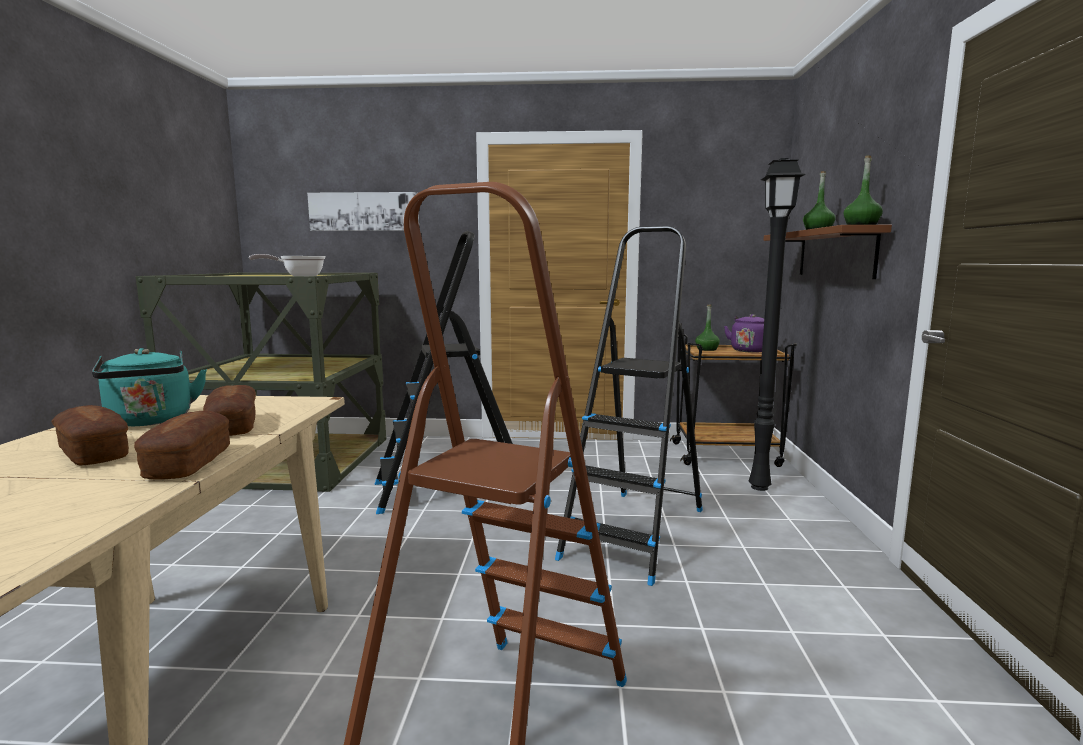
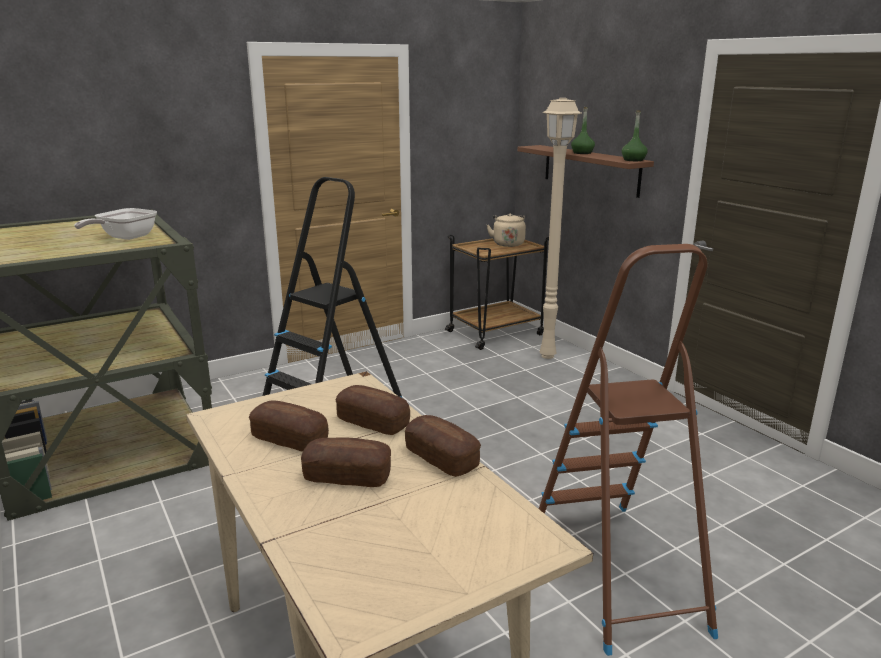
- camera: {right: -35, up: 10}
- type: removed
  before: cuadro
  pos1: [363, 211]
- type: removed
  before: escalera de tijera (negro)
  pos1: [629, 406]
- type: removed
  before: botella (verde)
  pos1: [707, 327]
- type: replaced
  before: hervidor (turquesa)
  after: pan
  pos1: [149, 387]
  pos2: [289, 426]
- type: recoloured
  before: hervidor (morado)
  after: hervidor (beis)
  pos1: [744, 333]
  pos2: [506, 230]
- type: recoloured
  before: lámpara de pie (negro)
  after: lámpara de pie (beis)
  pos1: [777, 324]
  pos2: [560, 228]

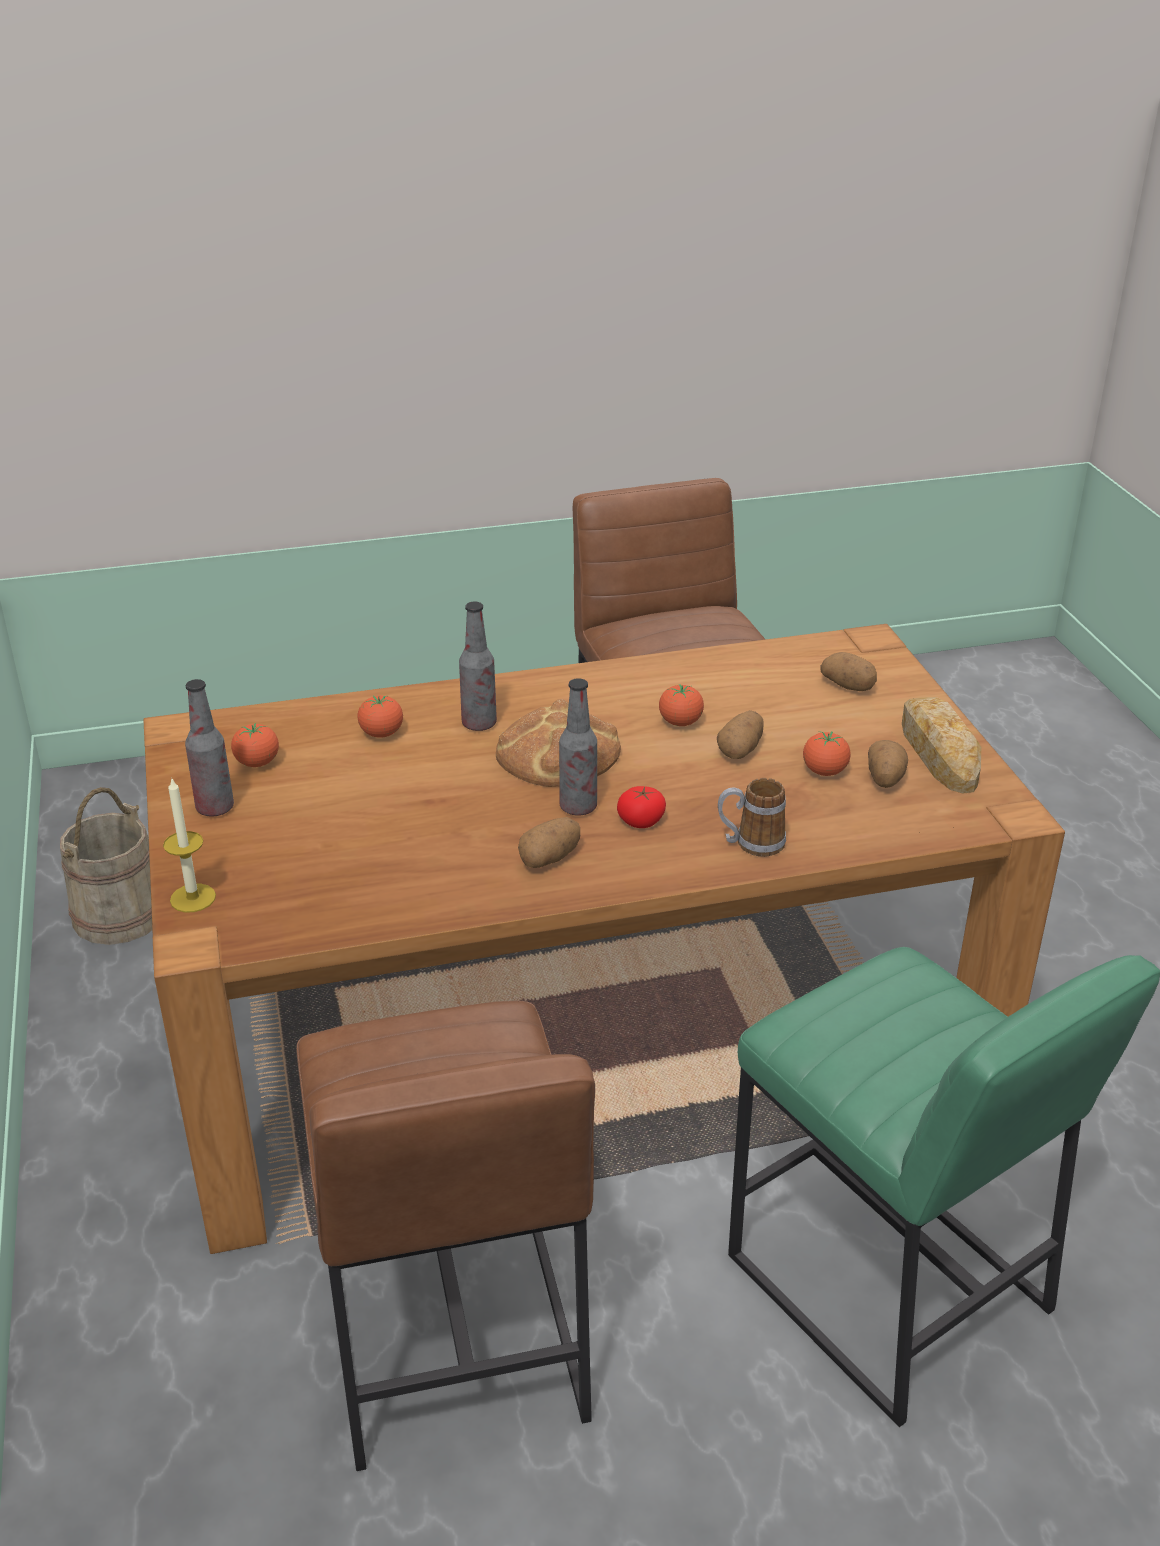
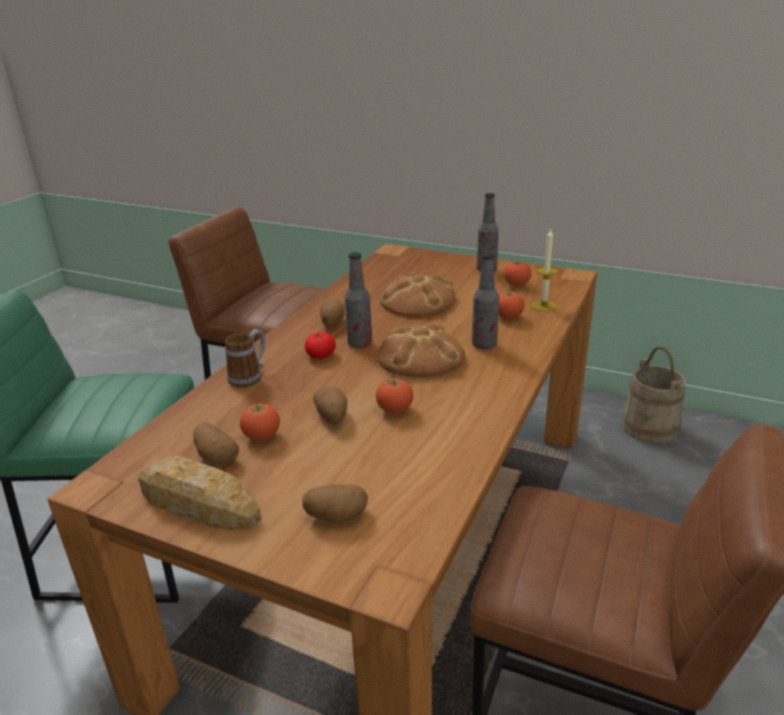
- camera: {right: 130, up: -5}
- type: added
  after: pan
  pos2: [417, 294]
- type: moved
  before: vela
  pos1: [189, 845]
  pos2: [545, 270]

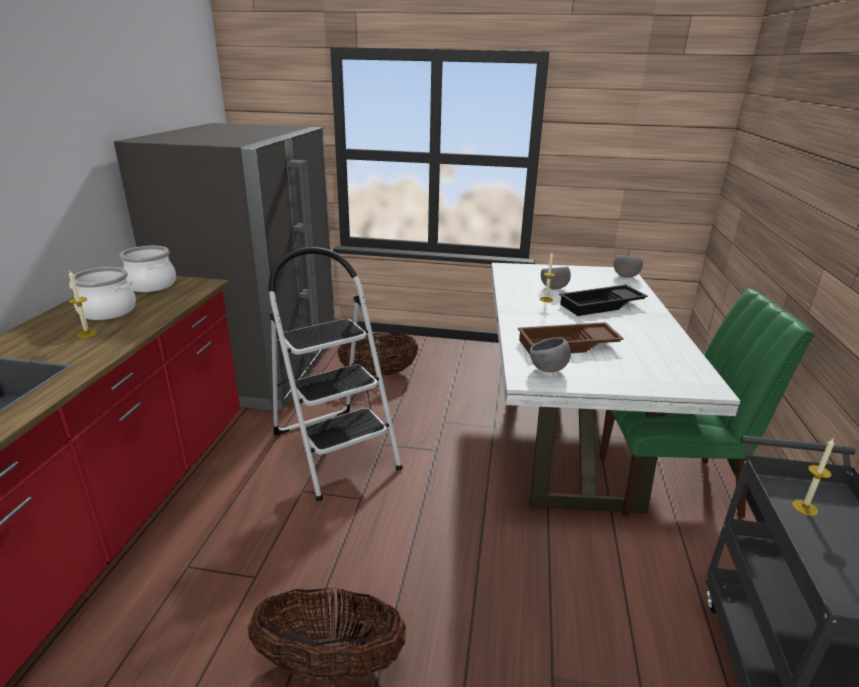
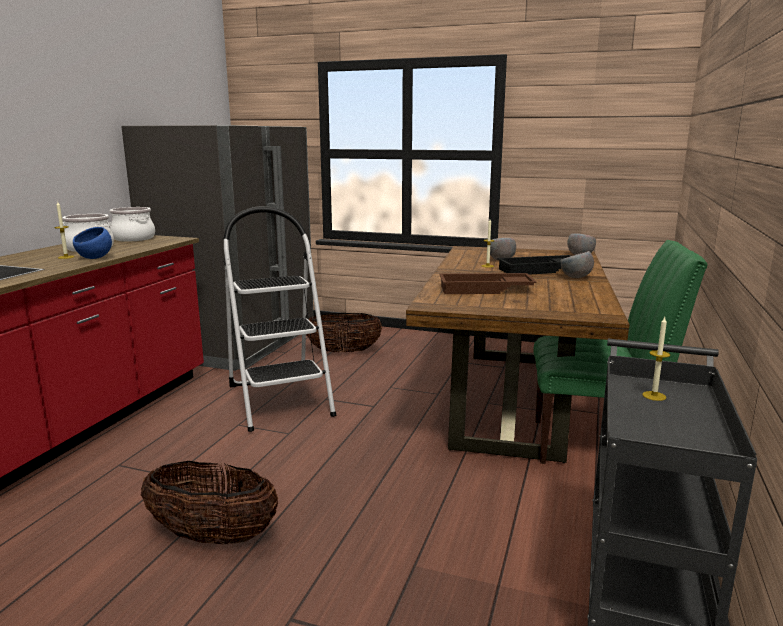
- camera: {right: 10, up: -10}
- type: added
  after: cuenco (azul)
  pos2: [92, 243]
- type: moved
  before: cuenco (gris)
  pos1: [550, 354]
  pos2: [577, 264]
- type: recoloured
  before: mesa de comedor (blanco)
  after: mesa de comedor (marrón)
  pos1: [615, 388]
  pos2: [518, 354]

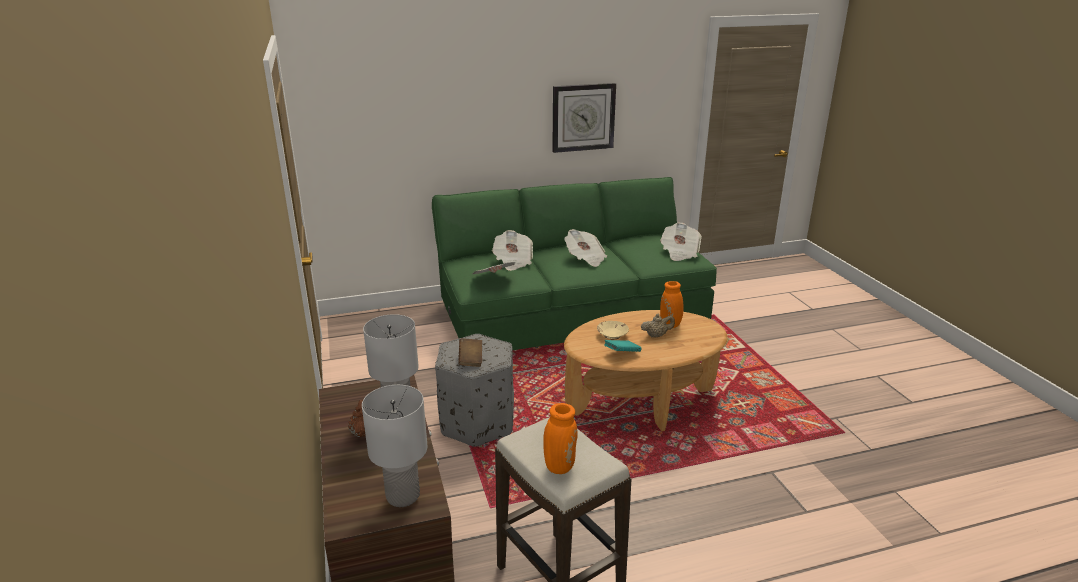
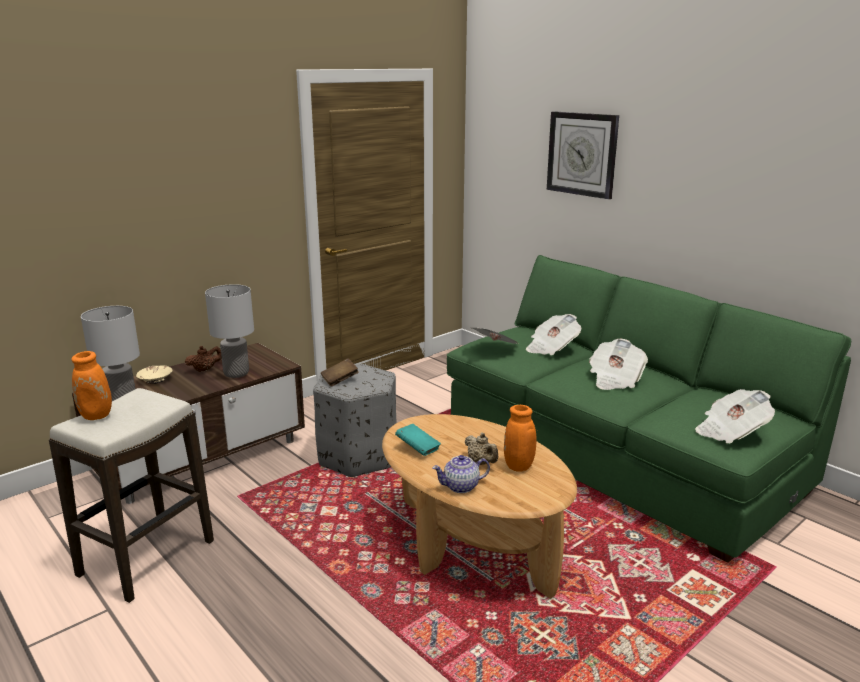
- camera: {right: 65, up: -5}
- type: added
  after: tetera
  pos2: [461, 474]
- type: moved
  before: reloj de pared
  pos1: [584, 118]
  pos2: [583, 155]
- type: moved
  before: cuenco (beis)
  pos1: [613, 330]
  pos2: [154, 374]

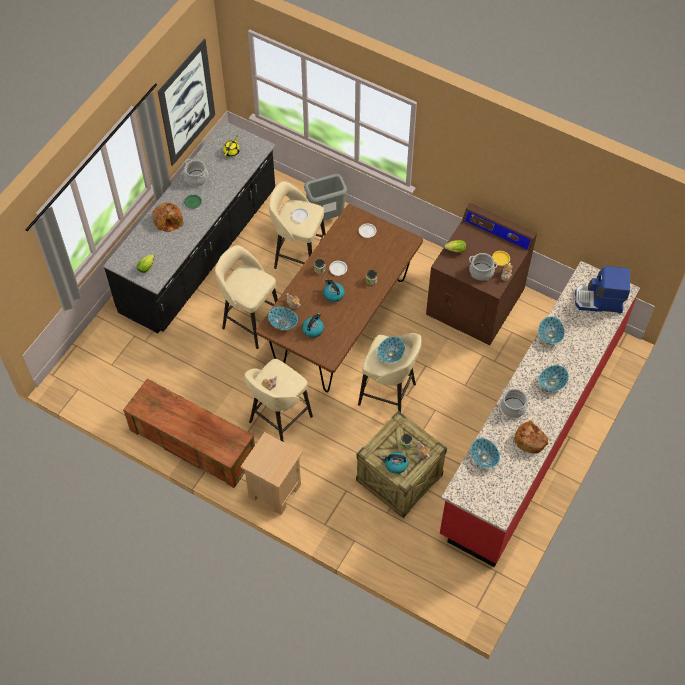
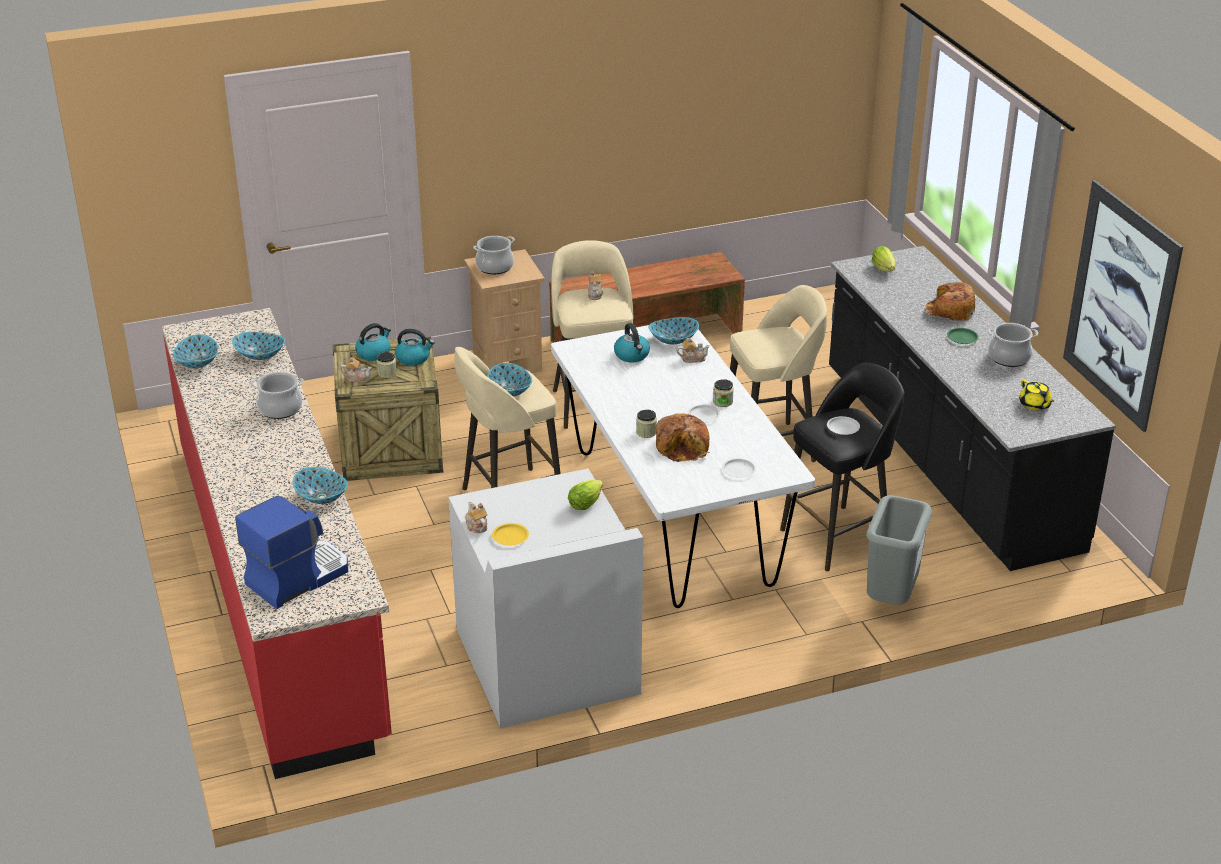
- camera: {right: 130, up: -25}
- type: moved
  before: hervidor
  pos1: [334, 290]
  pos2: [415, 347]
- type: moved
  before: olla
  pos1: [483, 267]
  pos2: [494, 255]
- type: moved
  before: pan
  pos1: [531, 437]
  pos2: [683, 437]
- type: moved
  before: cuenco
  pos1: [554, 378]
  pos2: [195, 351]
- type: recoloured
  before: mesa de comedor (marrón)
  after: mesa de comedor (blanco)
  pos1: [339, 298]
  pos2: [683, 466]
- type: recoloured
  before: taburete (beis)
  after: taburete (negro)
  pos1: [297, 225]
  pos2: [842, 467]
- type: recoloured
  before: lavadora (marrón)
  after: lavadora (blanco)
  pos1: [481, 274]
  pos2: [545, 599]

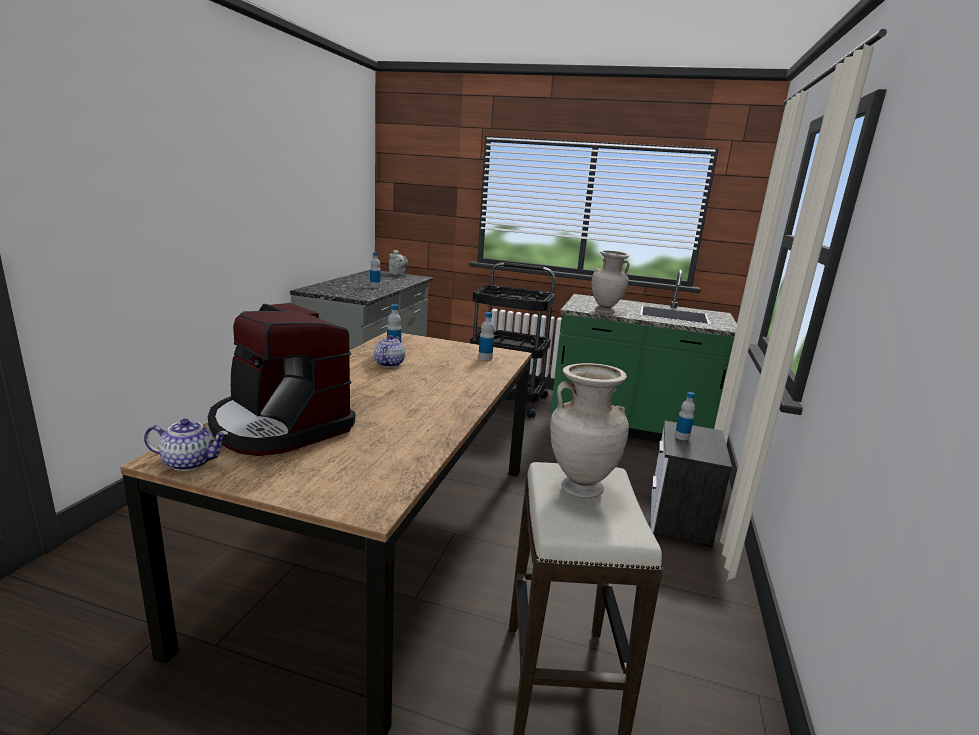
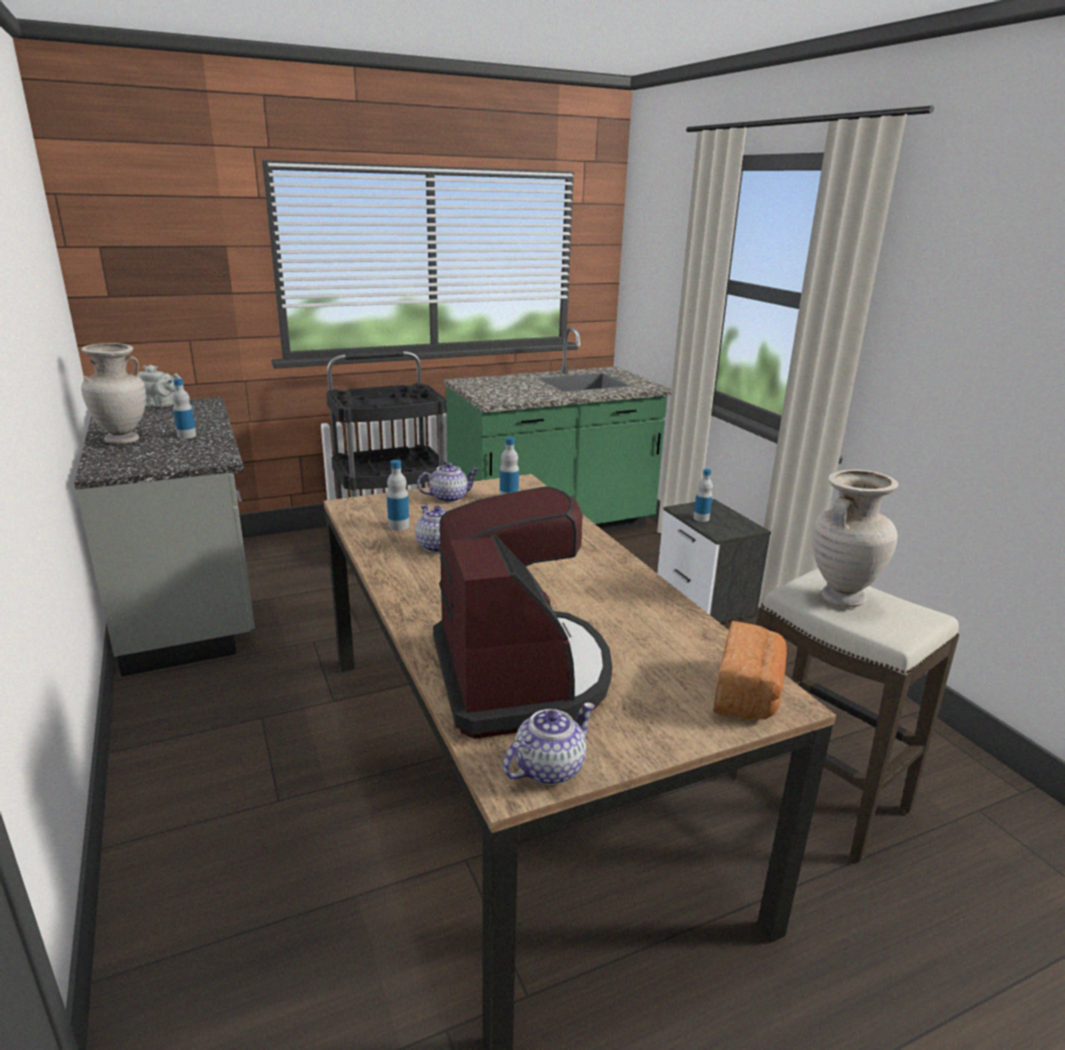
- camera: {right: -40, up: 5}
- type: added
  after: tetera
  pos2: [448, 482]
- type: added
  after: pan
  pos2: [750, 670]
- type: moved
  before: florero (beis)
  pos1: [611, 282]
  pos2: [113, 393]
- type: turned
  before: cafetera
  pos1: [281, 379]
  pos2: [522, 612]
  turn: -105

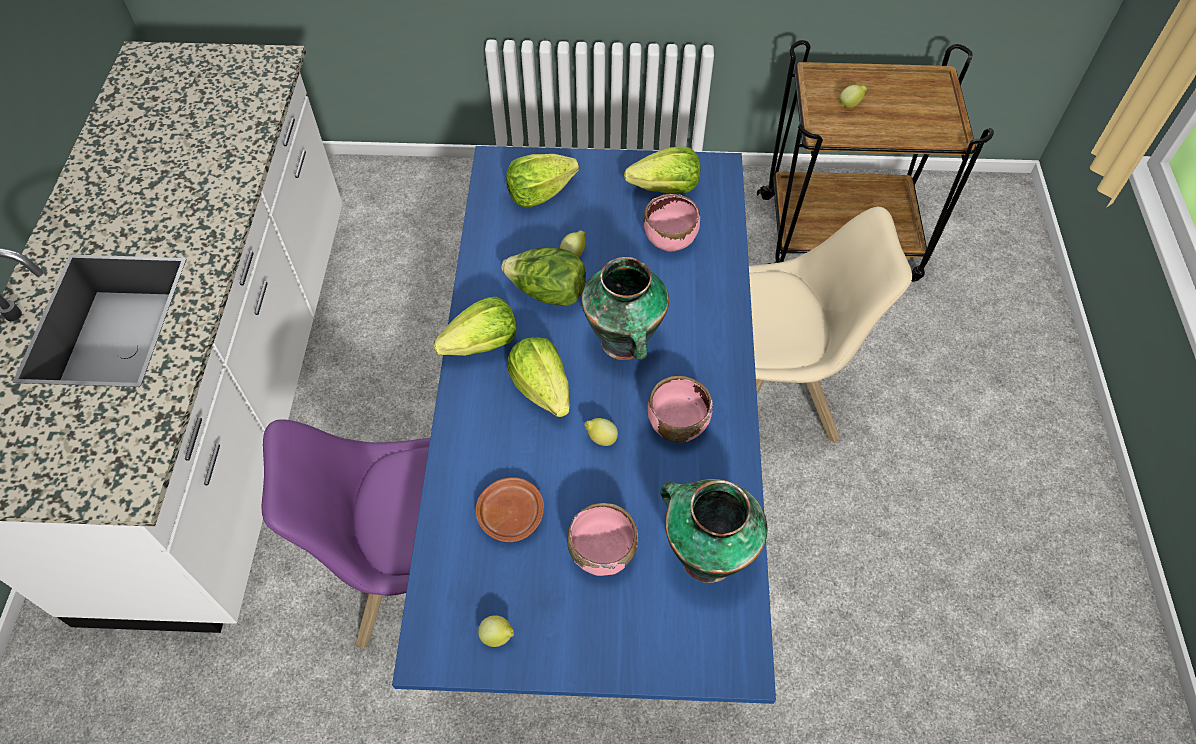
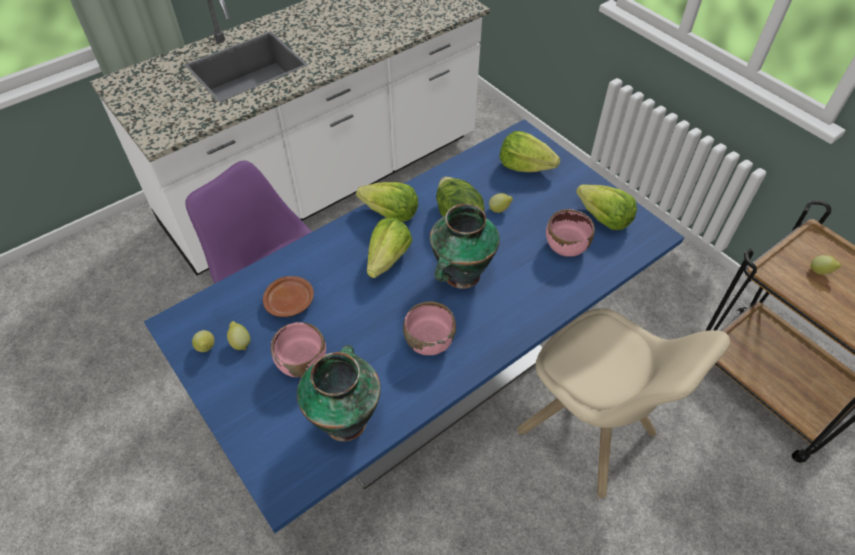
- camera: {right: 50, up: -5}
- type: moved
  before: limón
  pos1: [601, 432]
  pos2: [238, 335]

